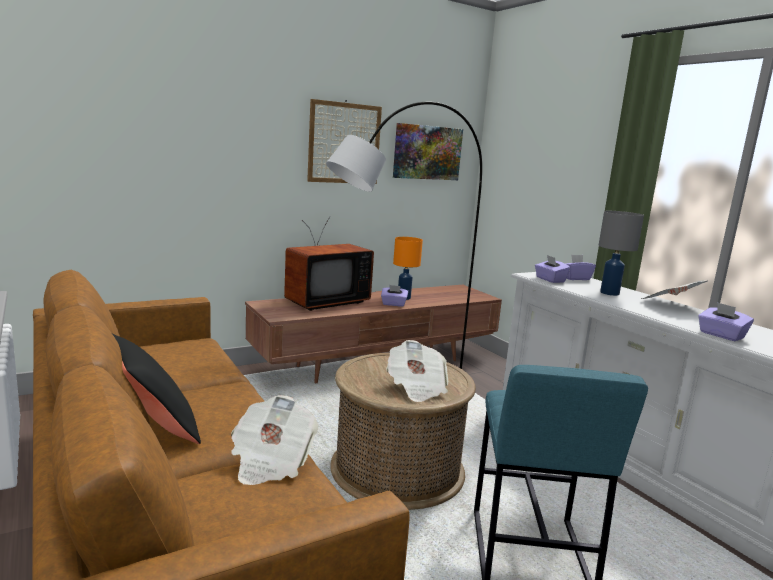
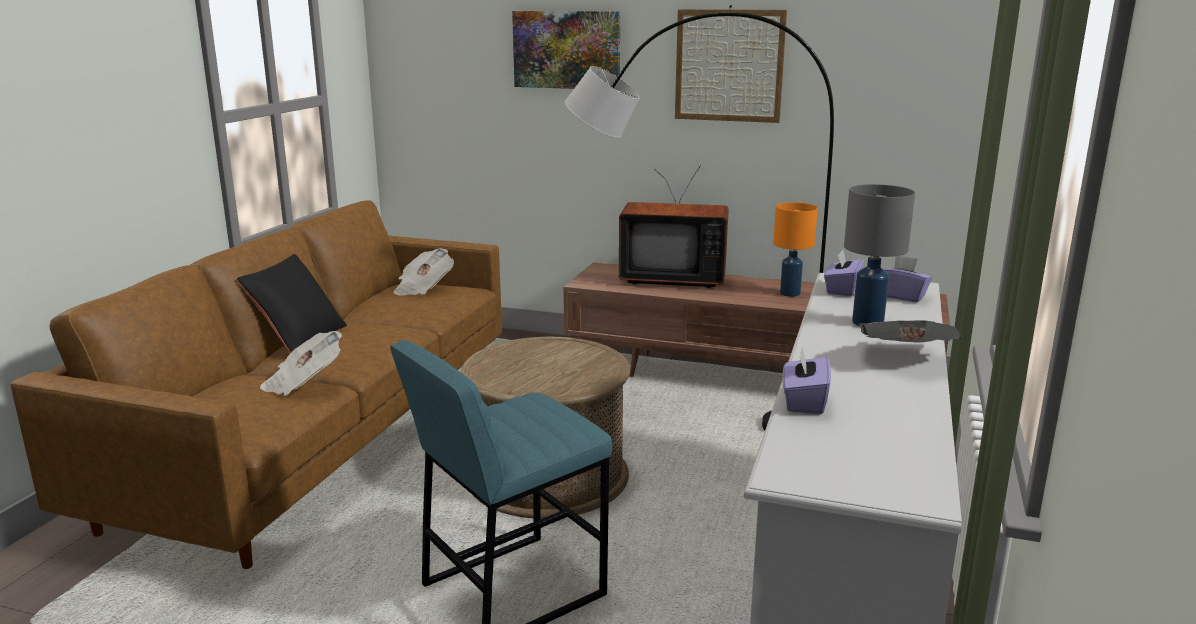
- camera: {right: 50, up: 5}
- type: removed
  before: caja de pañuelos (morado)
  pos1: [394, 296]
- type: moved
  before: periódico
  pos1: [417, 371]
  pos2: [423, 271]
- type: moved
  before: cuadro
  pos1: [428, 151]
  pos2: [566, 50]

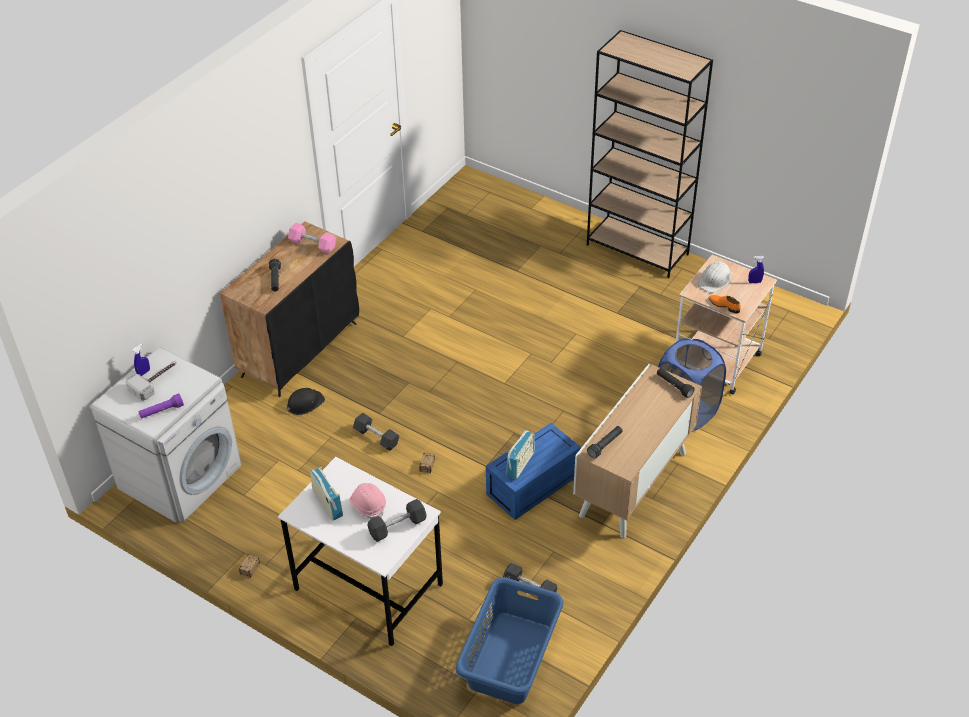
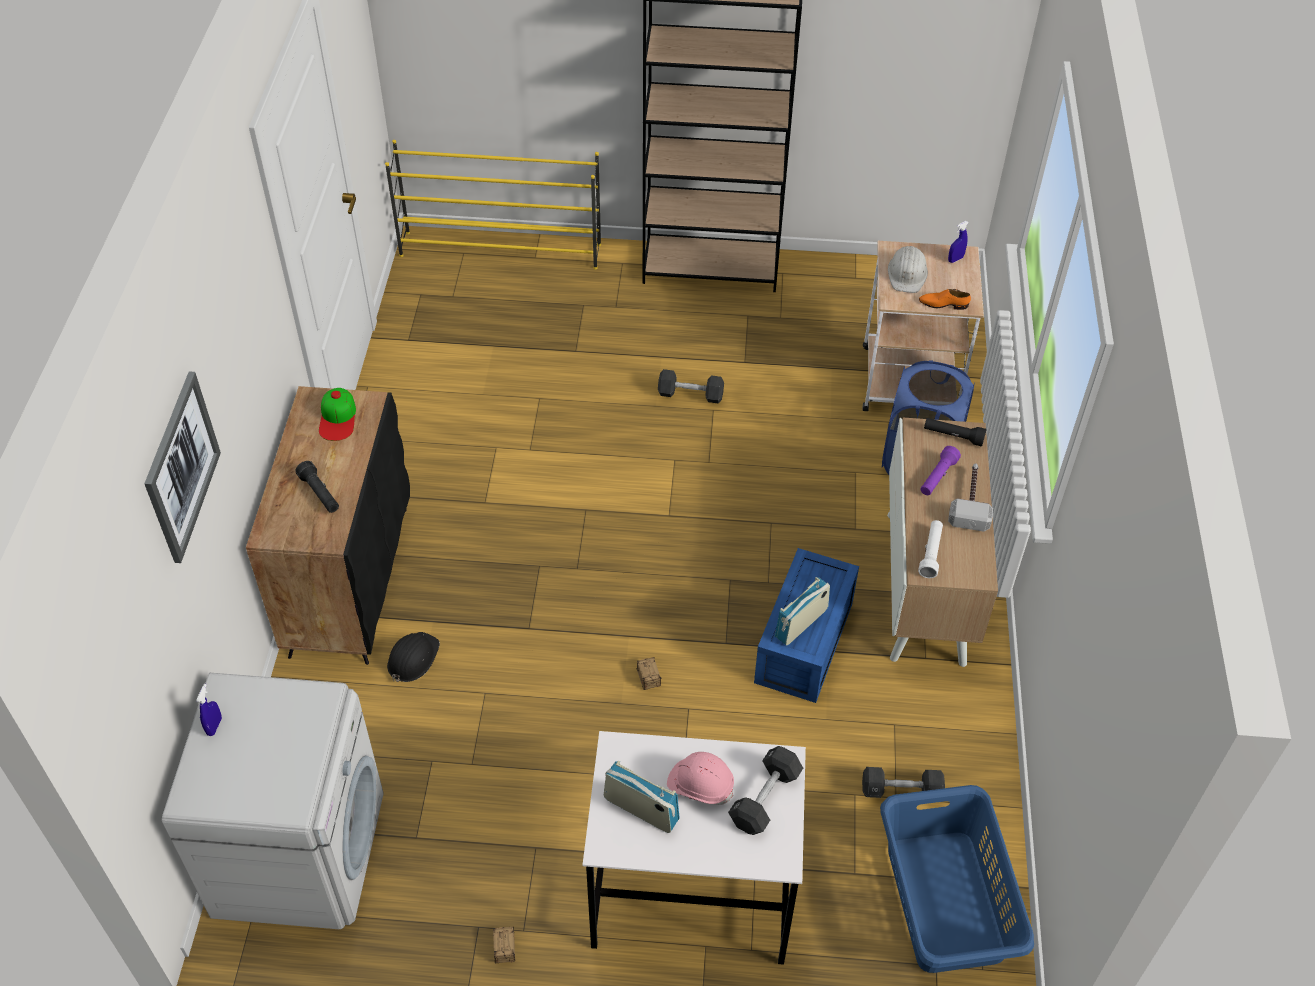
- camera: {right: -30, up: 5}
- type: added
  after: cuadro
  pos2: [182, 467]
- type: added
  after: zapatero (amarillo)
  pos2: [493, 205]
- type: moved
  before: martillo
  pos1: [151, 381]
  pos2: [970, 497]
- type: moved
  before: linterna (morado)
  pos1: [161, 406]
  pos2: [941, 470]
- type: moved
  before: mancuerna (negro)
  pos1: [376, 432]
  pos2: [691, 386]
- type: replaced
  before: mancuerna (rosa)
  after: gorra
  pos1: [312, 238]
  pos2: [337, 414]
- type: recoloured
  before: linterna (negro)
  after: linterna (blanco)
  pos1: [605, 442]
  pos2: [930, 549]
- type: turned
  before: radio
  pos1: [520, 454]
  pos2: [802, 611]
  turn: -135

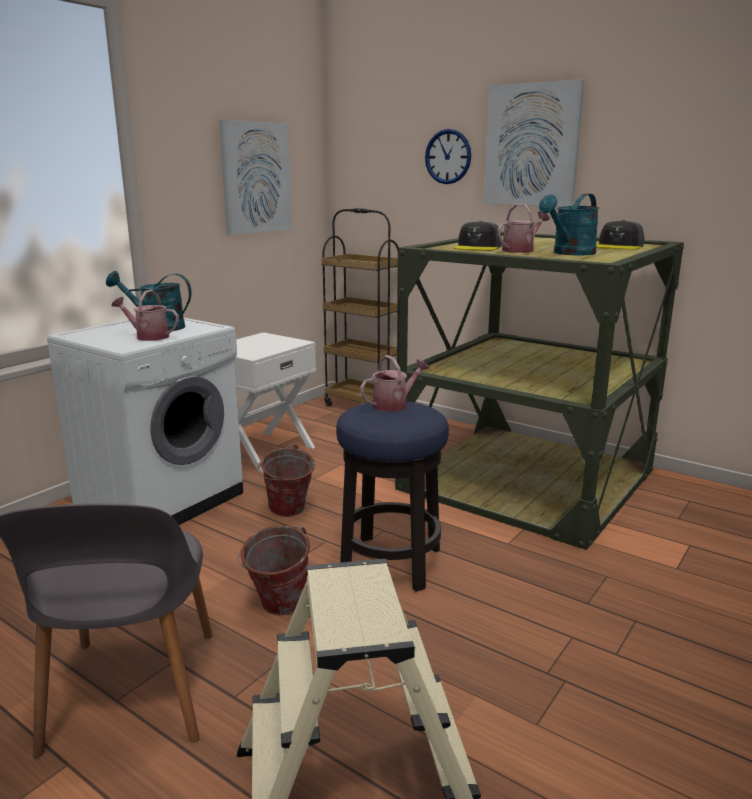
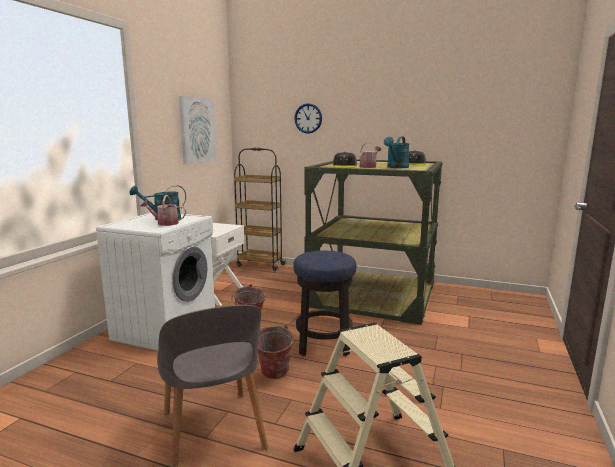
- camera: {right: -15, up: -5}
- type: removed
  before: regadera
  pos1: [395, 383]
- type: removed
  before: cuadro
  pos1: [534, 142]

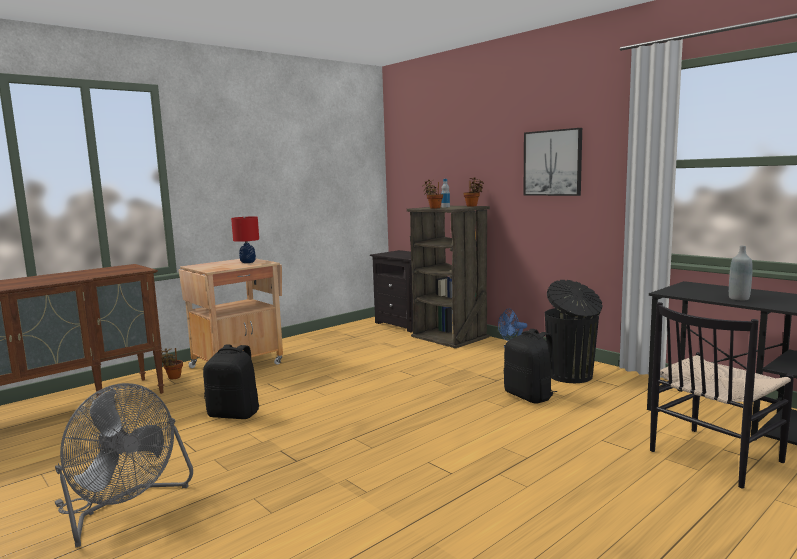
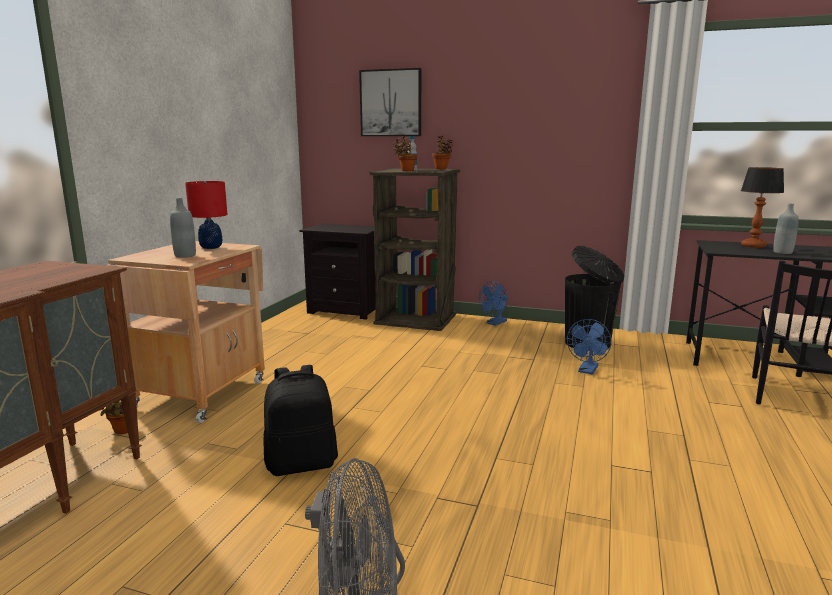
- camera: {right: -30, up: 5}
- type: added
  after: botella (gris)
  pos2: [183, 228]
- type: added
  after: lámpara de mesa
  pos2: [762, 207]
- type: moved
  before: cuadro
  pos1: [553, 162]
  pos2: [390, 102]
- type: replaced
  before: mochila (negro)
  after: ventilador (azul)
  pos1: [530, 366]
  pos2: [589, 346]

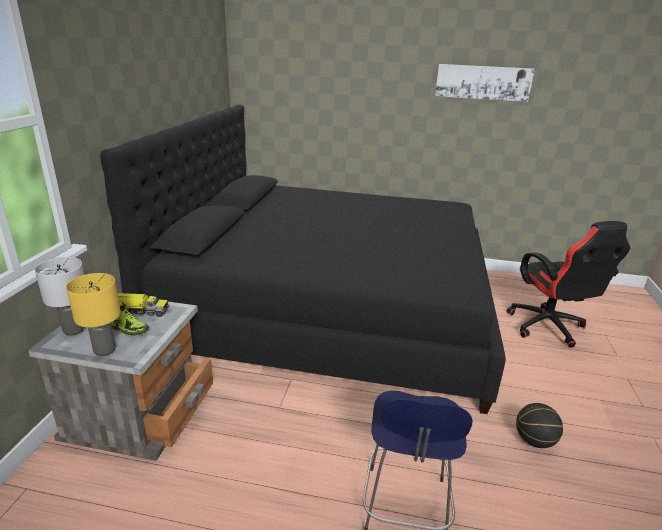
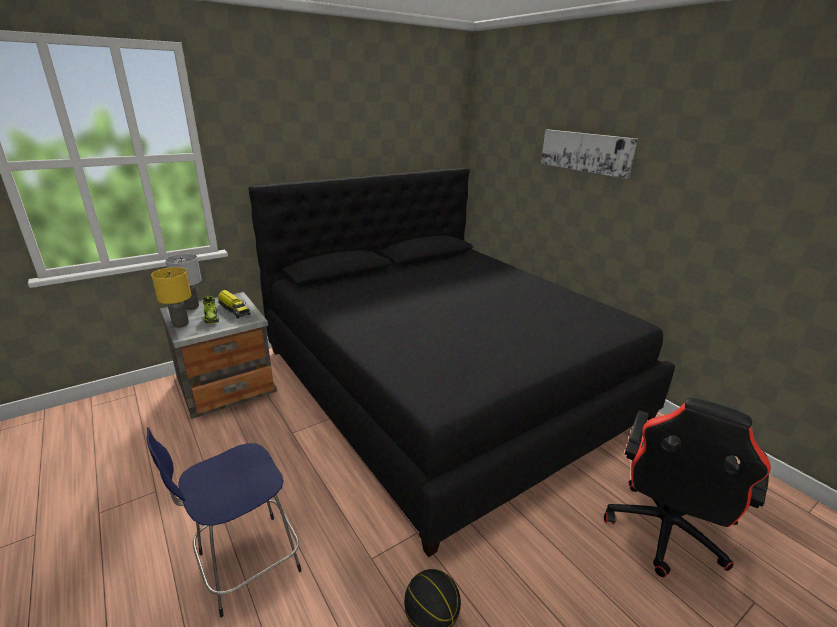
- camera: {right: 45, up: 0}
- type: moved
  before: cuadro
  pos1: [485, 83]
  pos2: [589, 154]

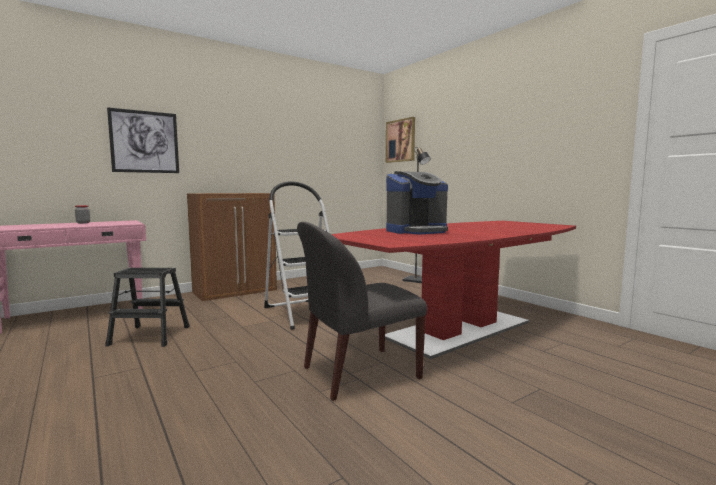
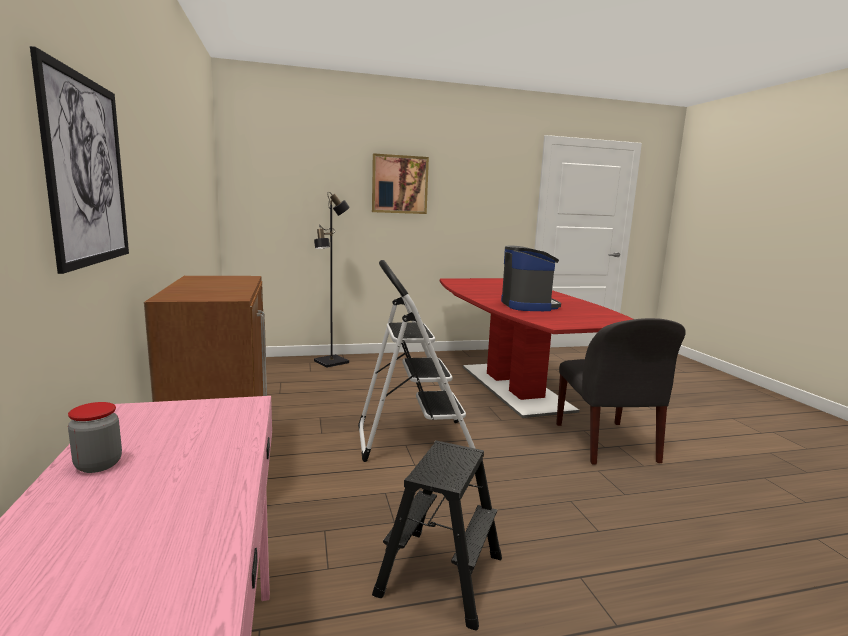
- camera: {right: -70, up: 5}
- type: moved
  before: cuadro
  pos1: [400, 140]
  pos2: [400, 183]

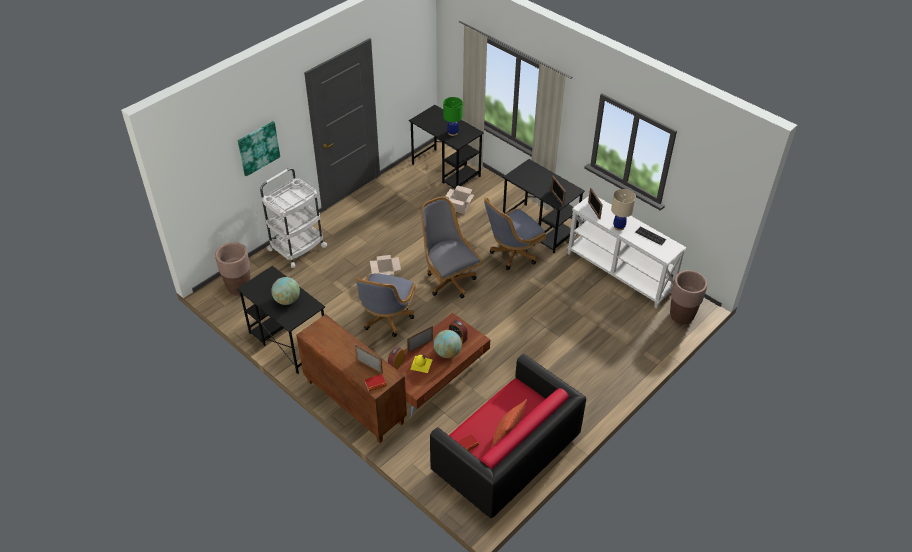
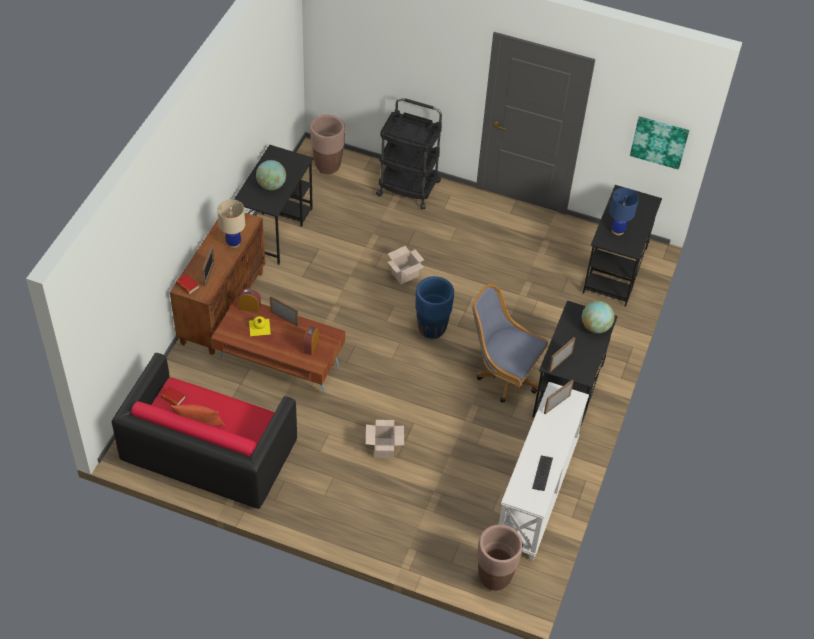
- camera: {right: 65, up: 5}
- type: removed
  before: silla de oficina (azul)
  pos1: [386, 305]
- type: moved
  before: cuadro
  pos1: [259, 148]
  pos2: [659, 143]
- type: moved
  before: globo terráqueo
  pos1: [448, 344]
  pos2: [598, 317]
- type: moved
  before: caja de cartón
  pos1: [460, 199]
  pos2: [385, 439]
- type: moved
  before: lámpara de mesa (beis)
  pos1: [623, 210]
  pos2: [231, 223]
- type: replaced
  before: silla de oficina (gris)
  after: maceta (azul)
  pos1: [451, 247]
  pos2: [434, 307]
- type: recoloured
  before: carrito (blanco)
  after: carrito (negro)
  pos1: [293, 218]
  pos2: [409, 153]
- type: recoloured
  before: lámpara de mesa (verde)
  after: lámpara de mesa (azul)
  pos1: [453, 116]
  pos2: [624, 211]

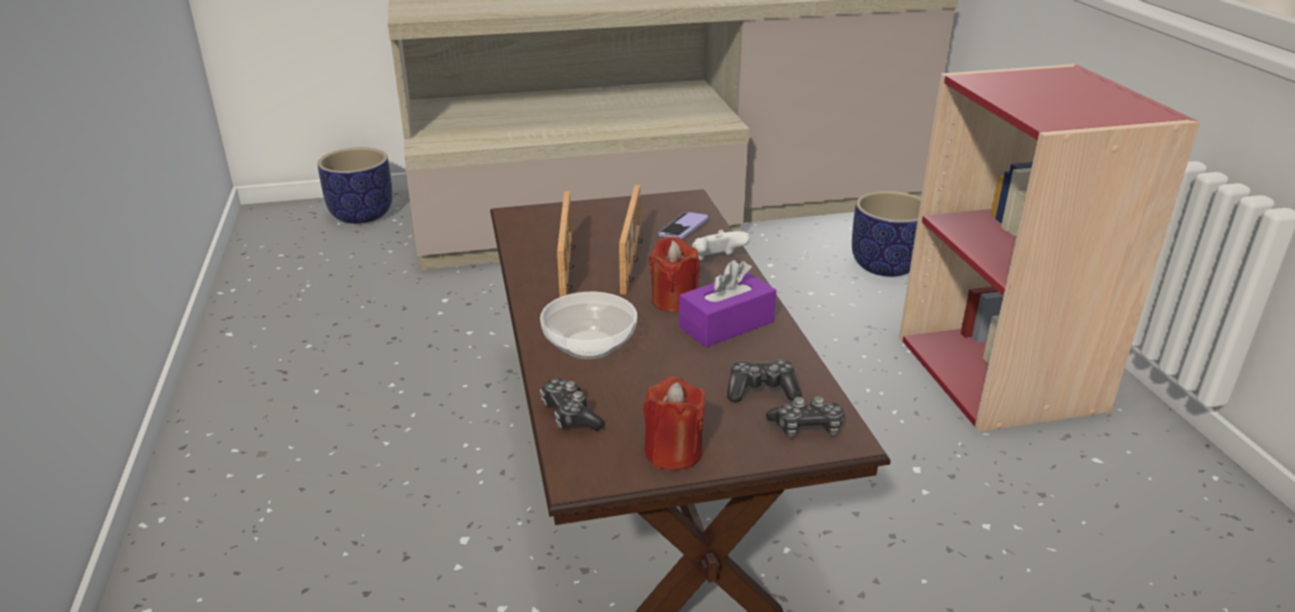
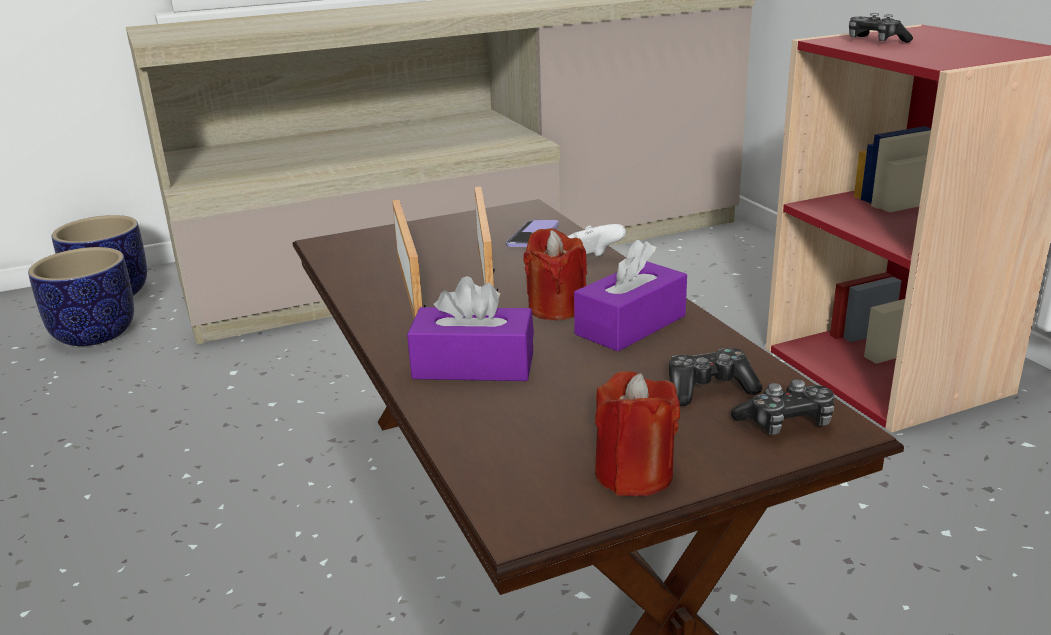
- camera: {right: -10, up: -5}
- type: moved
  before: mando de consola
  pos1: [572, 404]
  pos2: [881, 28]
- type: moved
  before: maceta
  pos1: [886, 234]
  pos2: [81, 296]
- type: replaced
  before: cuenco
  after: caja de pañuelos (morado)
  pos1: [588, 325]
  pos2: [470, 328]

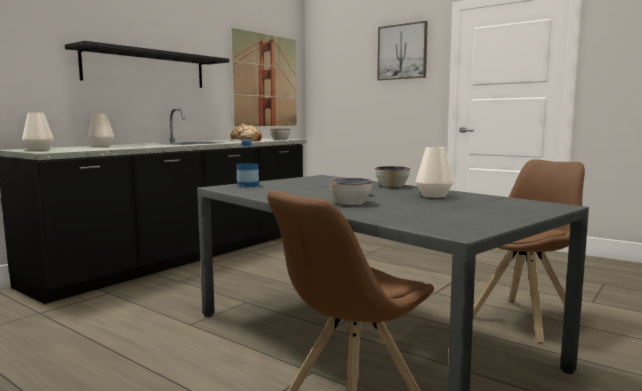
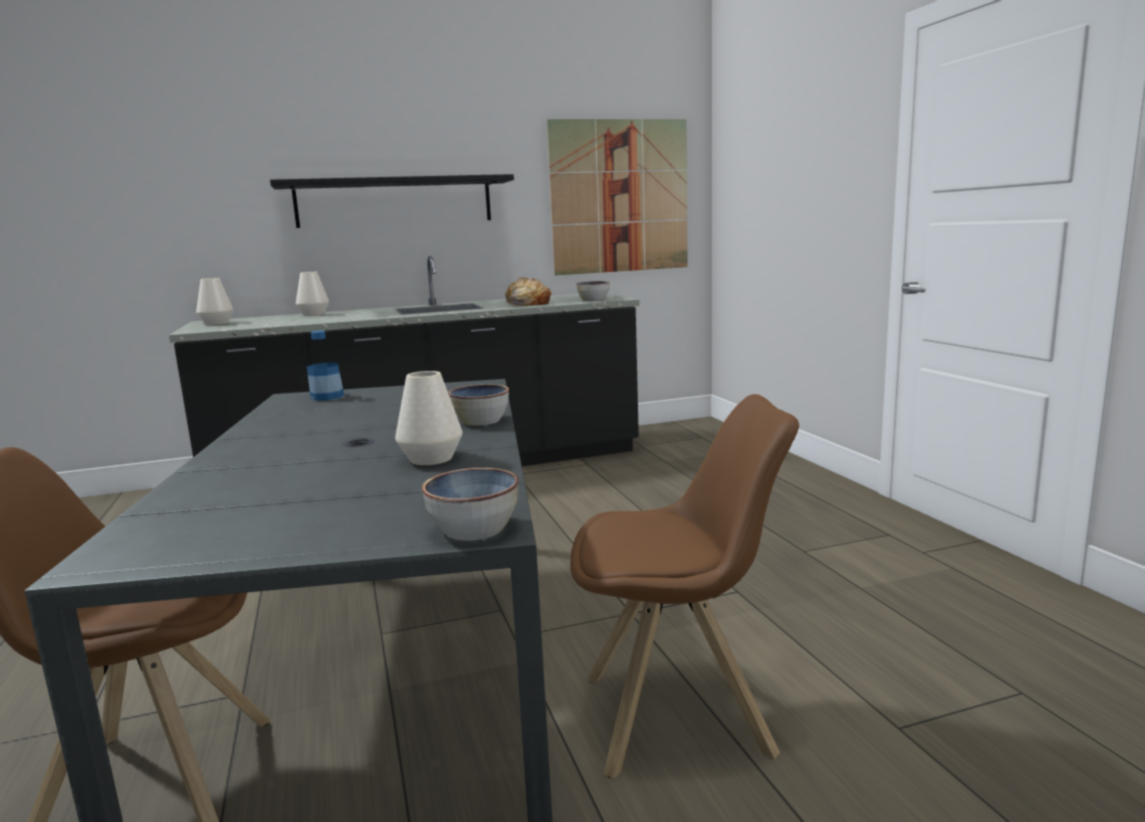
- camera: {right: 35, up: 5}
- type: removed
  before: cuadro
  pos1: [403, 50]
- type: moved
  before: cuenco
  pos1: [351, 191]
  pos2: [470, 504]

